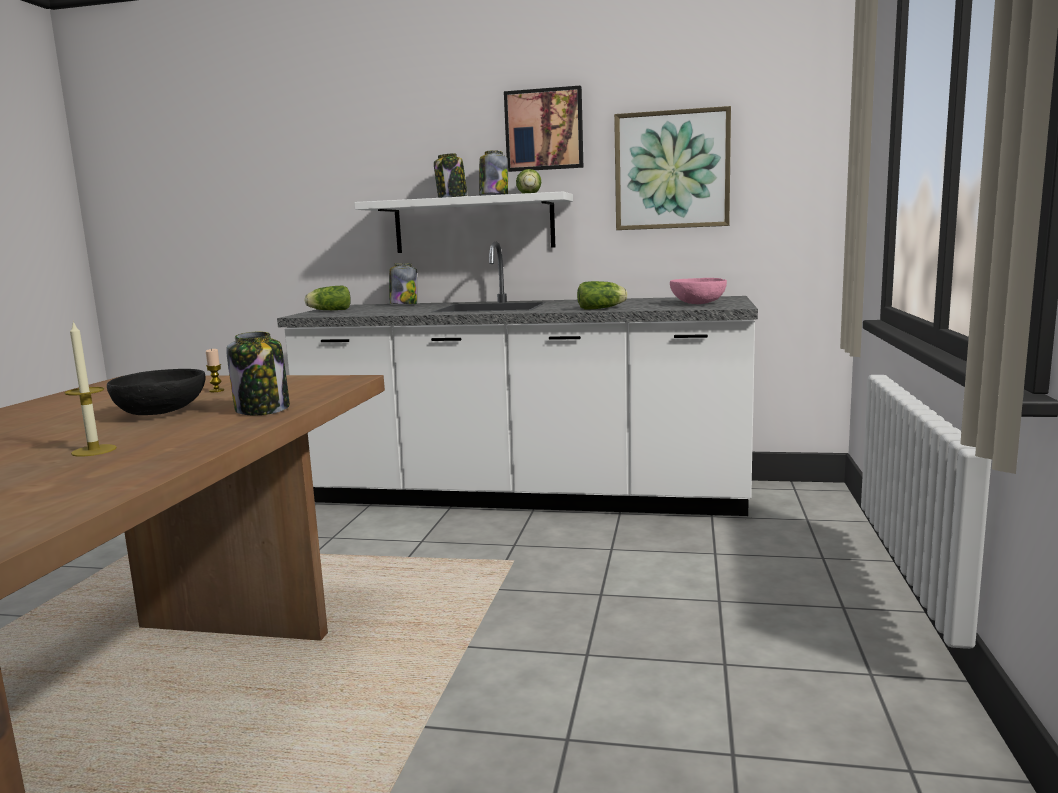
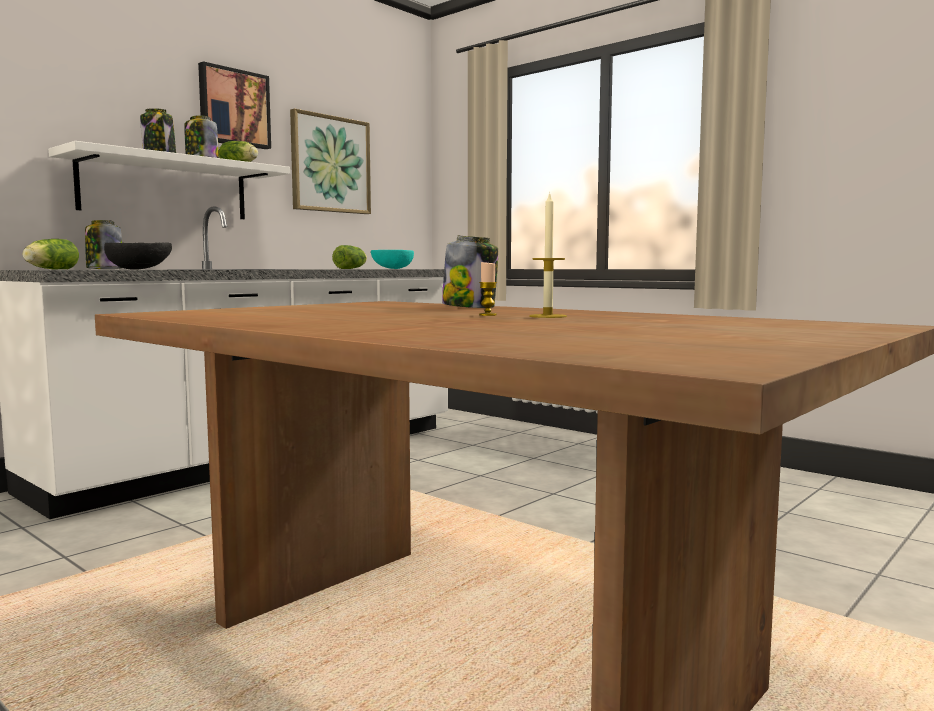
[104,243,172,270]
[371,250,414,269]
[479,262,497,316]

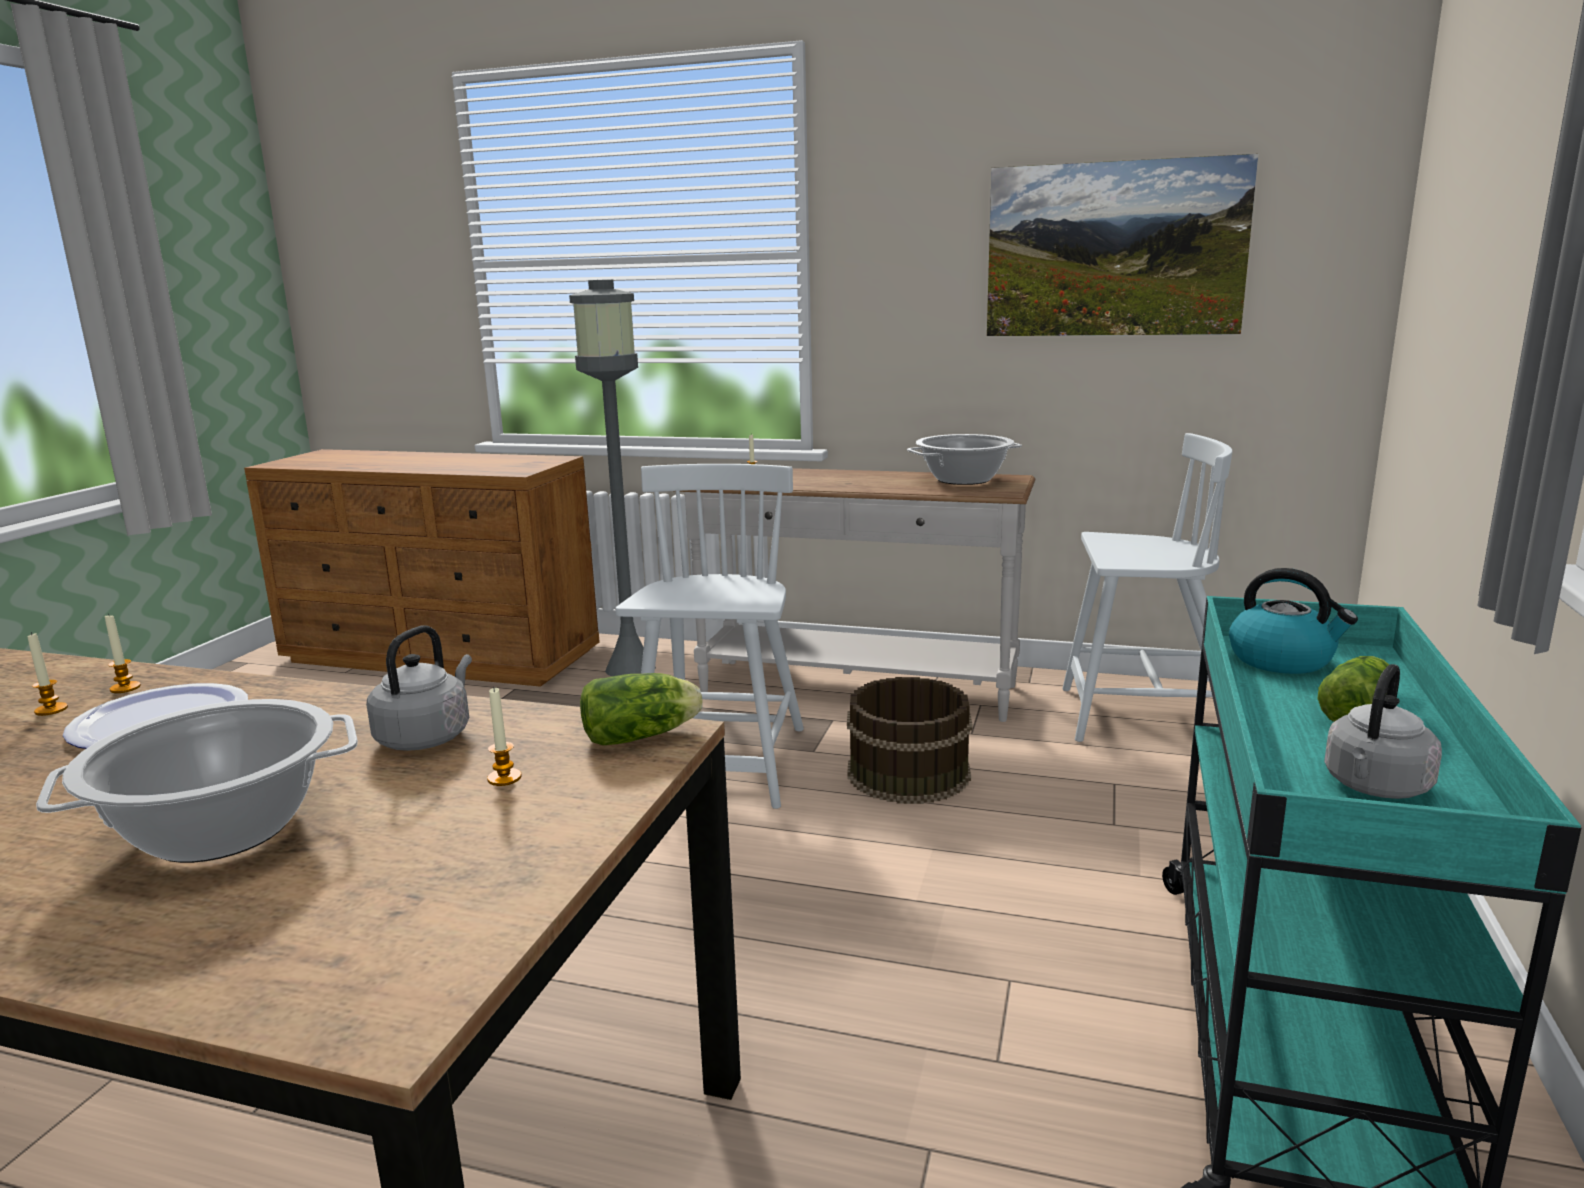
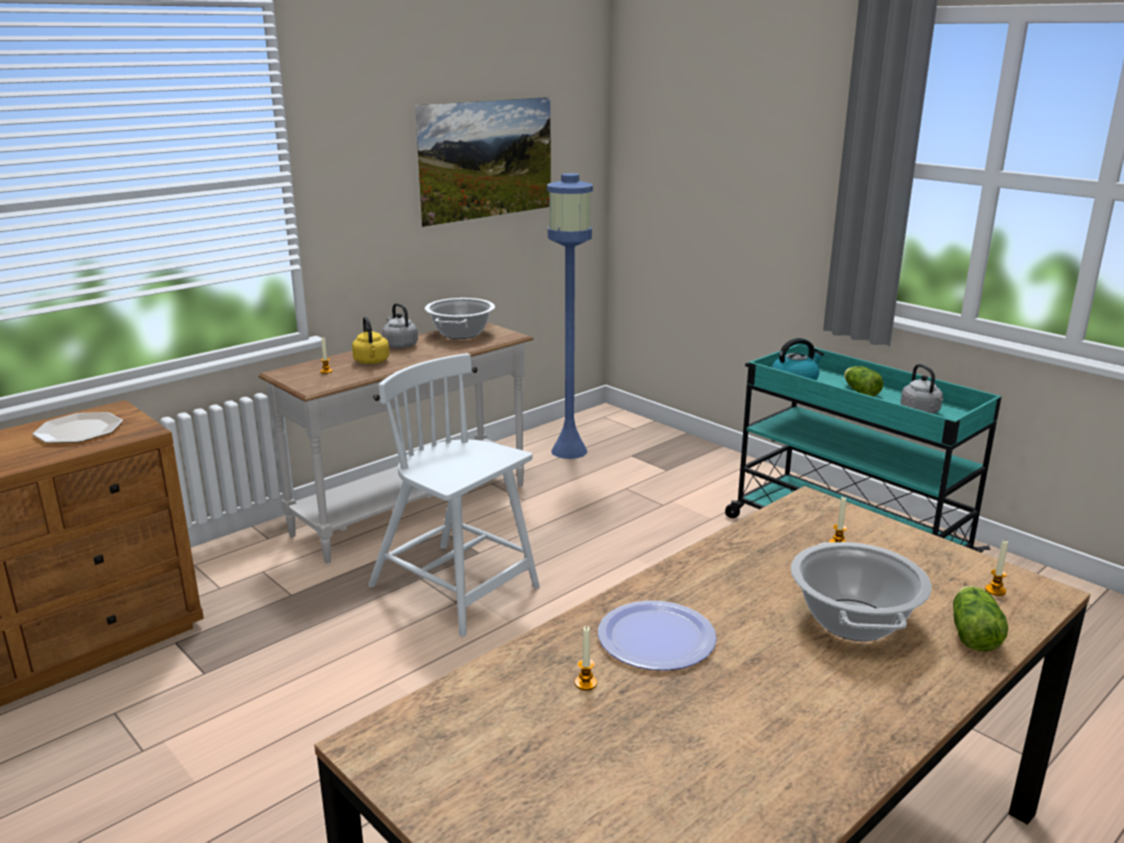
[32,412,123,443]
[352,317,390,364]
[382,303,418,348]
[547,173,593,459]
[953,586,1008,652]
[985,540,1008,596]
[569,280,656,676] (first image)
[847,677,972,804] (first image)

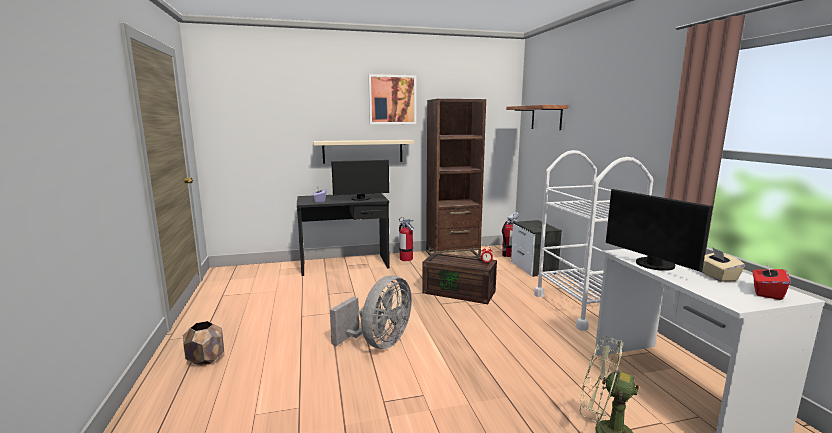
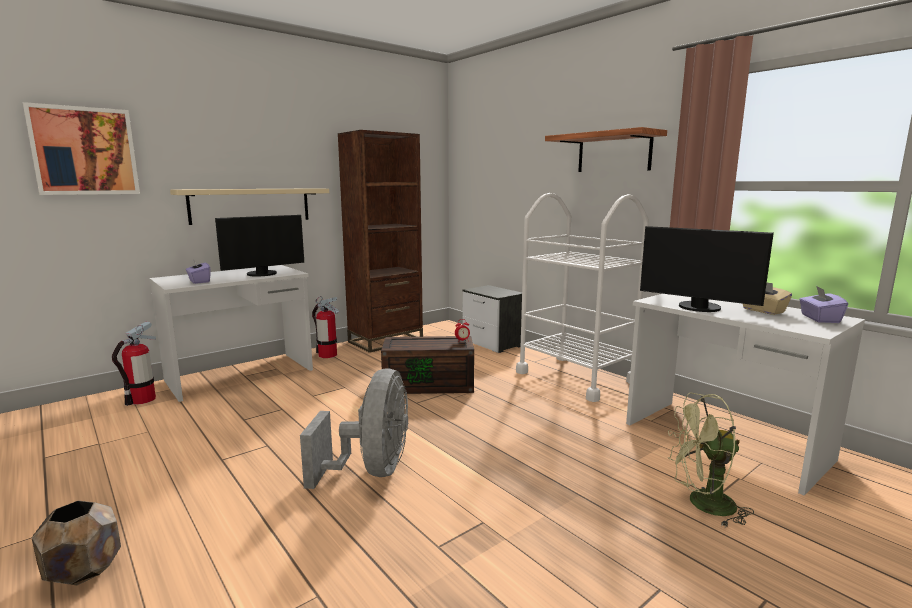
[23,102,140,195]
[112,322,156,406]
[149,265,313,402]
[545,127,667,172]
[799,287,848,323]

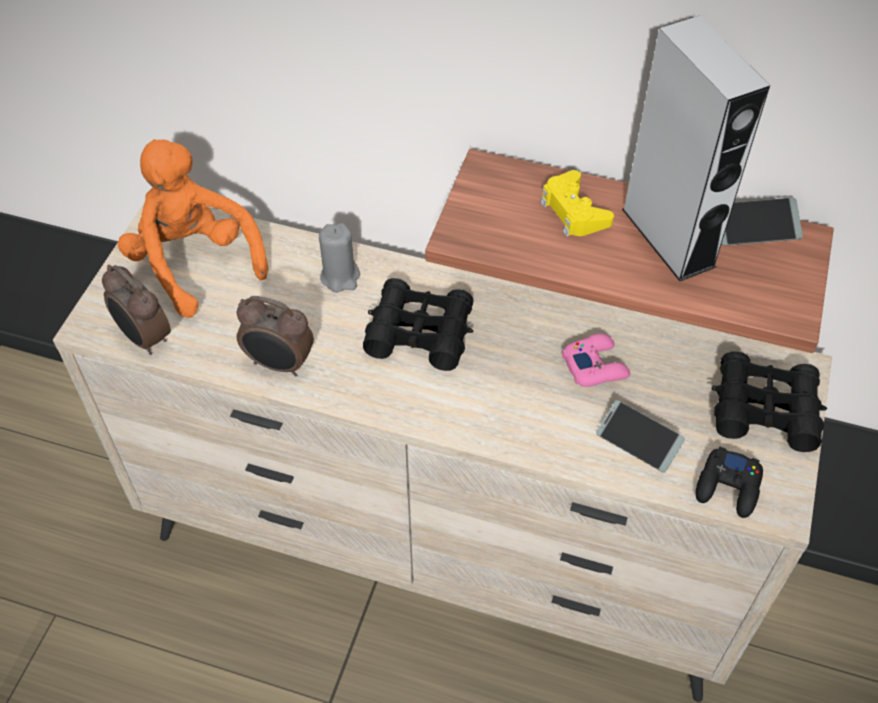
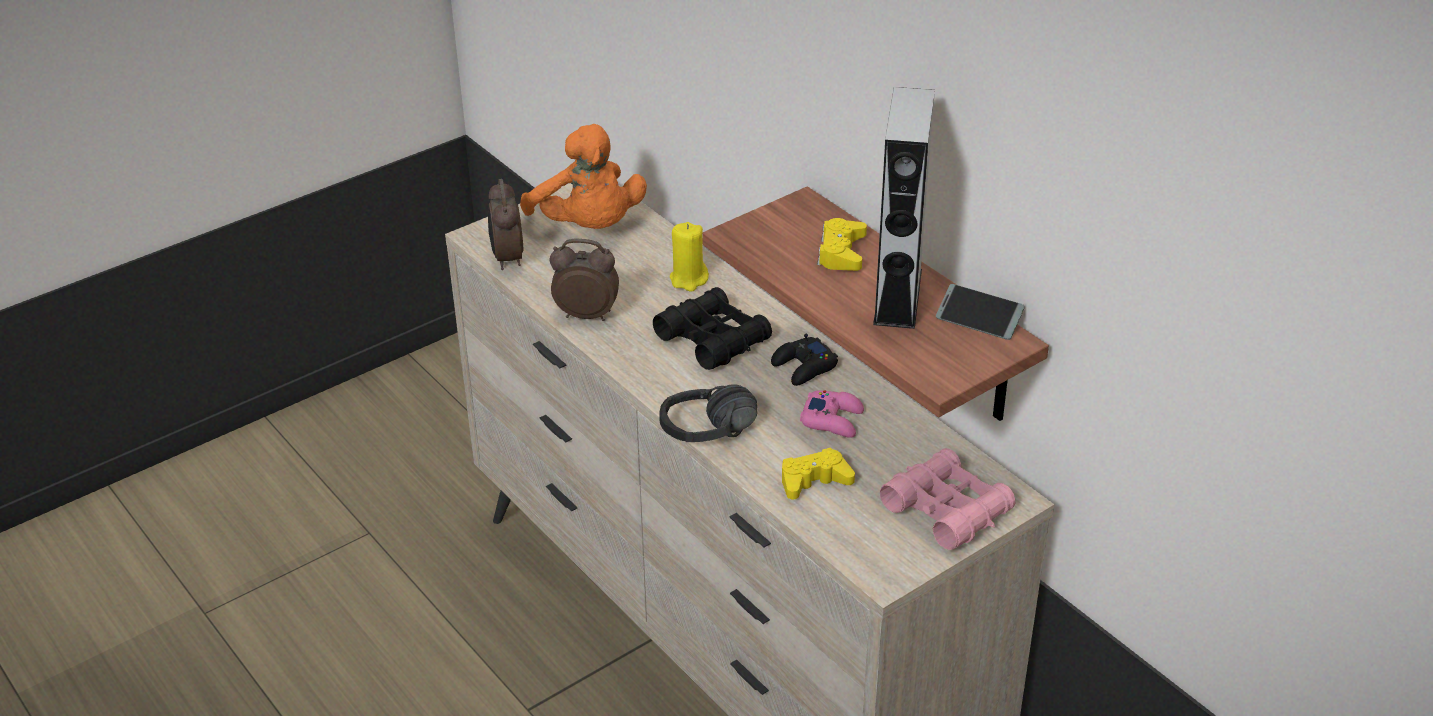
[520,124,647,229]
[550,239,619,321]
[659,384,757,442]
[670,222,709,292]
[771,334,838,386]
[782,448,855,499]
[880,448,1015,550]

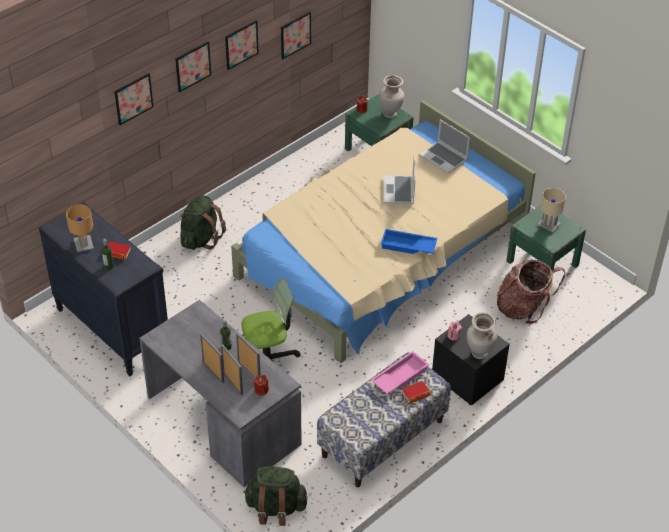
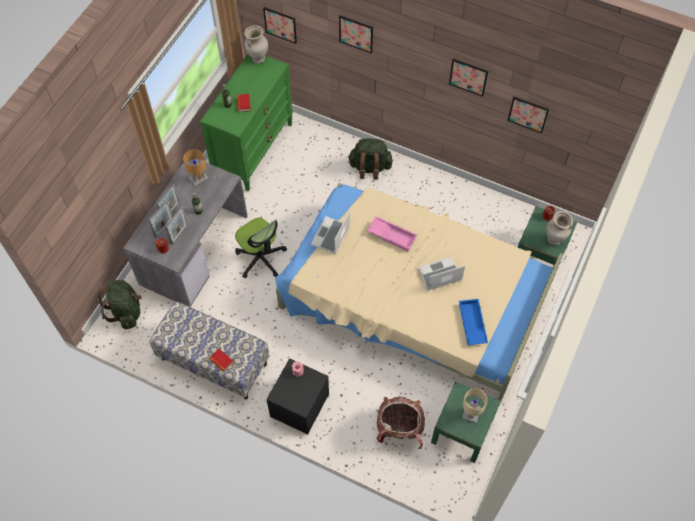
[183,149,209,186]
[200,54,293,191]
[244,25,268,64]
[263,7,297,44]
[311,211,350,254]
[367,216,417,251]
[459,299,488,345]

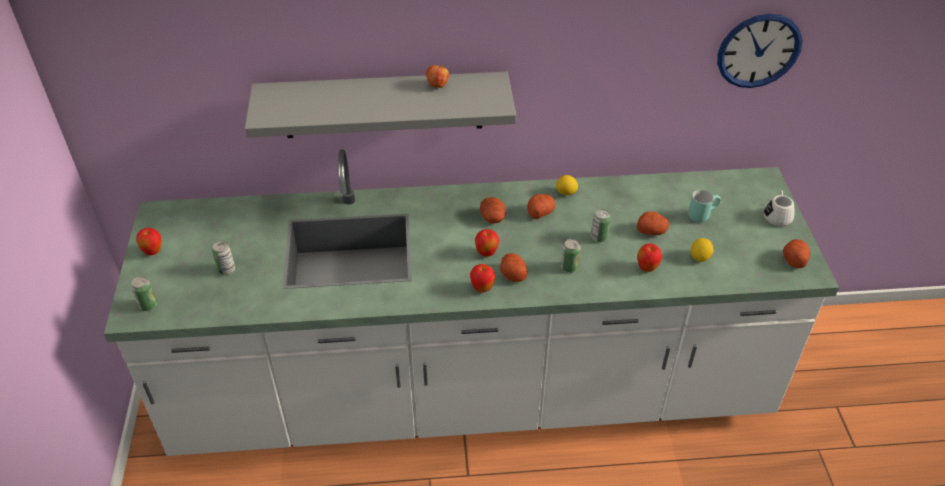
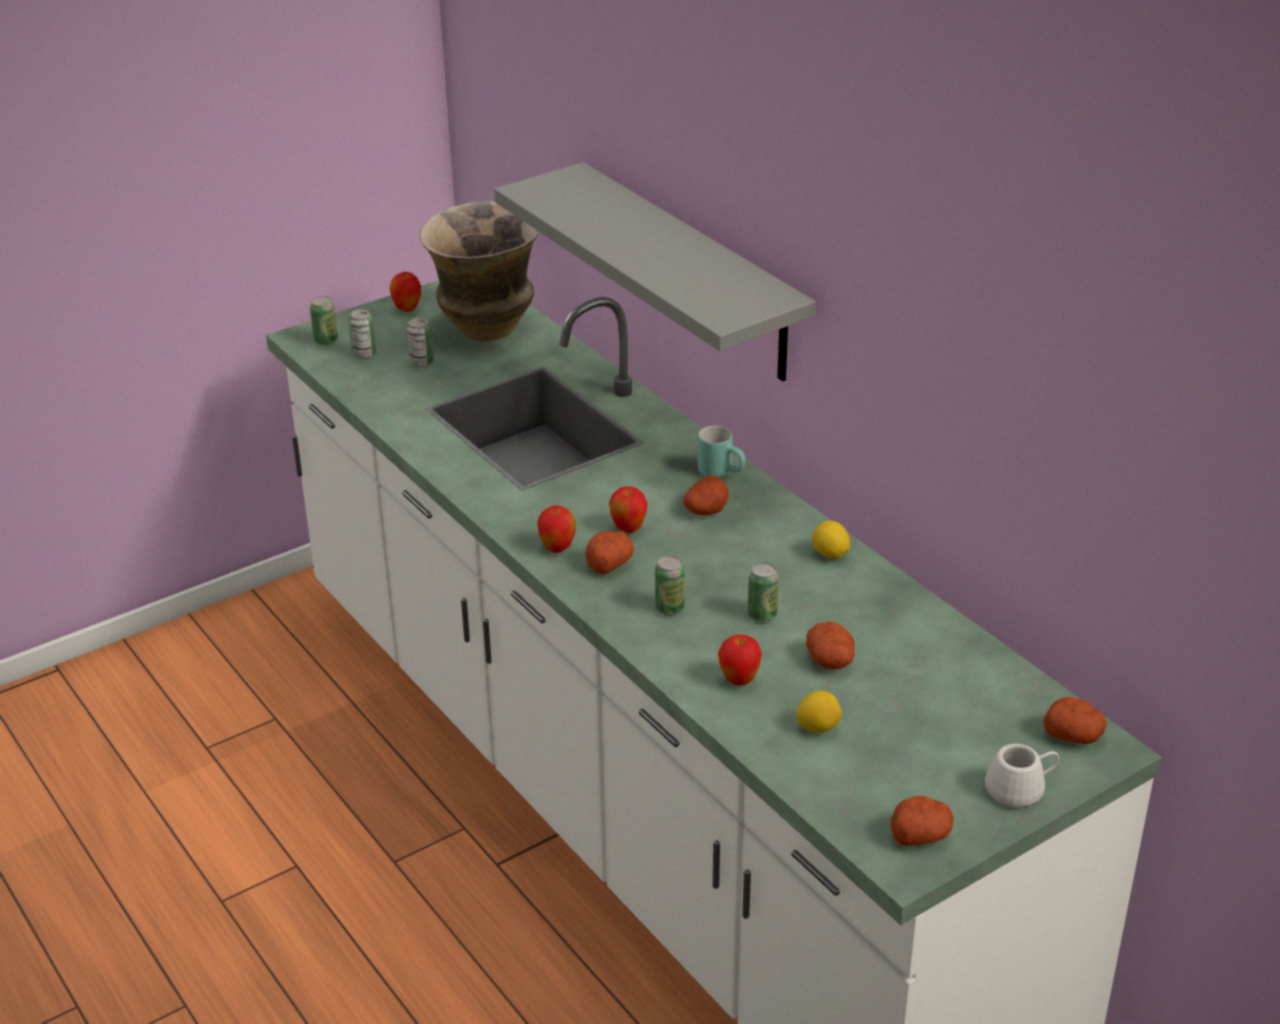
[349,309,377,359]
[419,201,539,342]
[698,426,745,477]
[1044,697,1107,744]
[426,64,449,88] (first image)
[717,14,802,88] (first image)

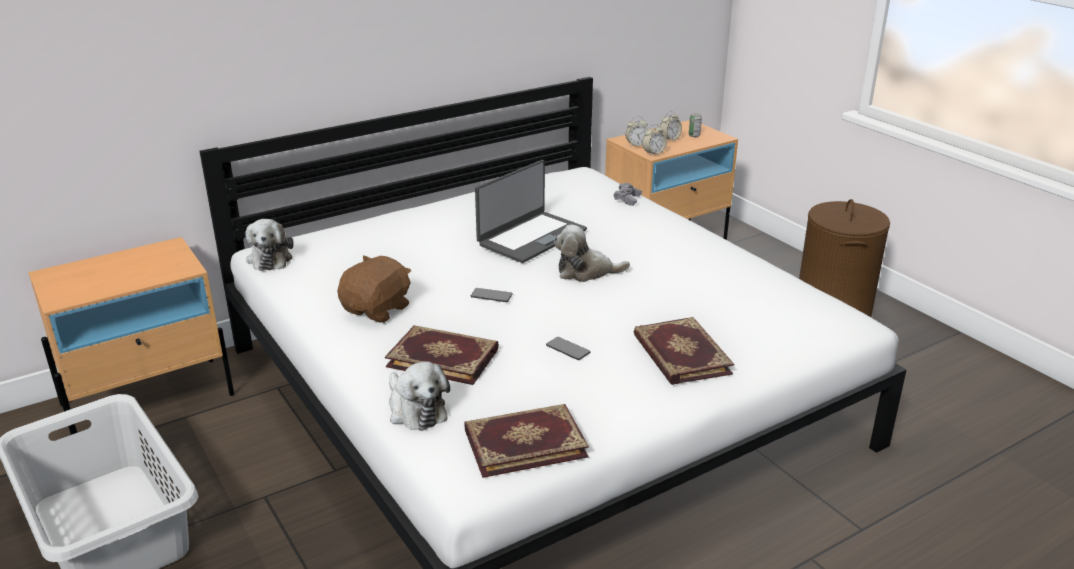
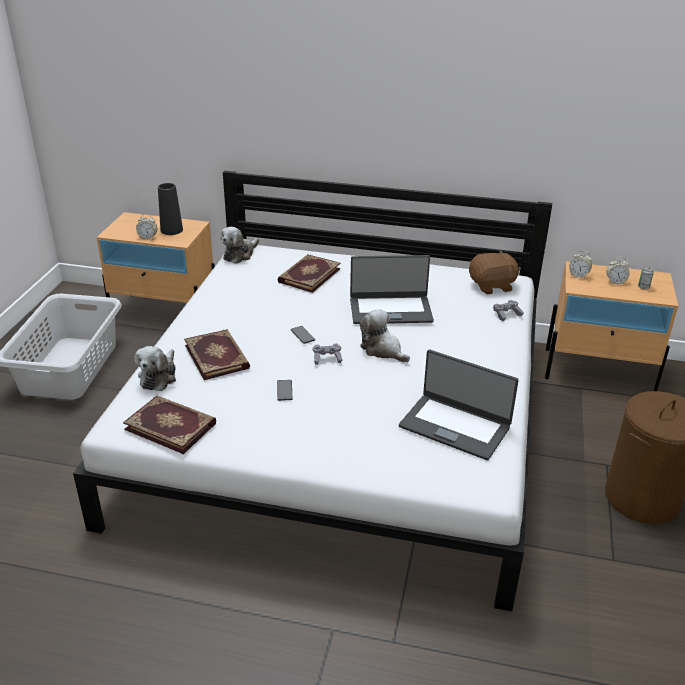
[136,214,157,239]
[158,183,183,235]
[278,254,340,293]
[312,344,343,365]
[399,350,519,460]
[469,250,520,295]

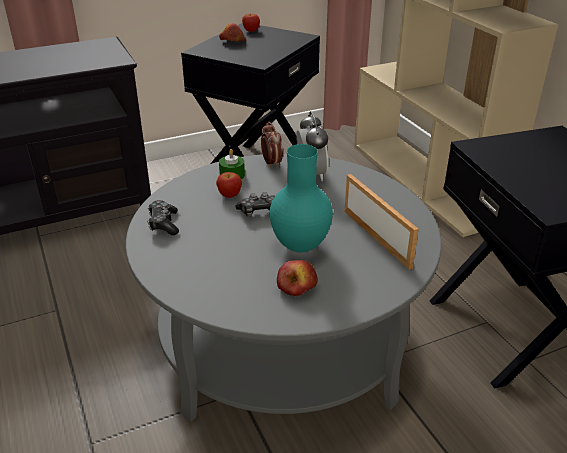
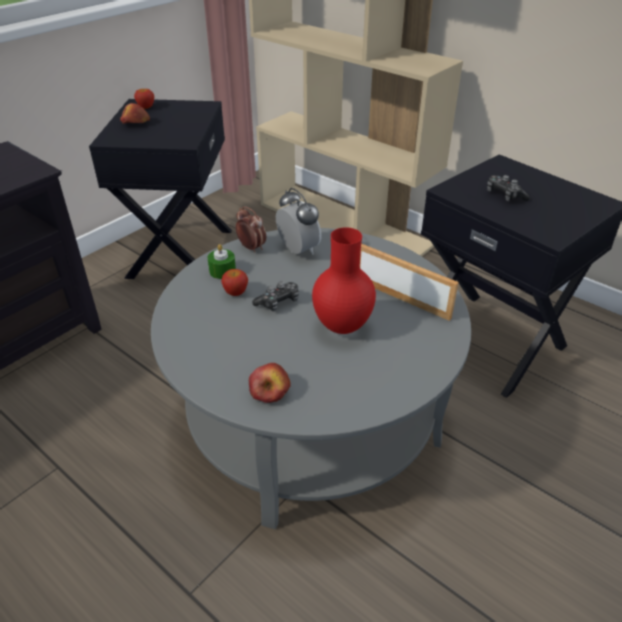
[249,363,291,403]
[312,227,376,334]
[487,175,530,201]

